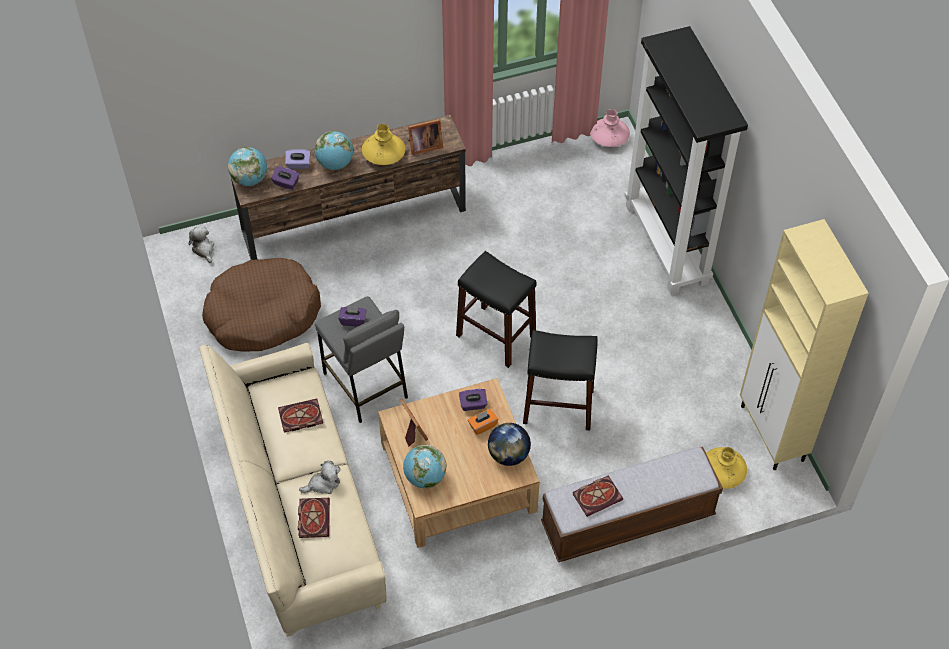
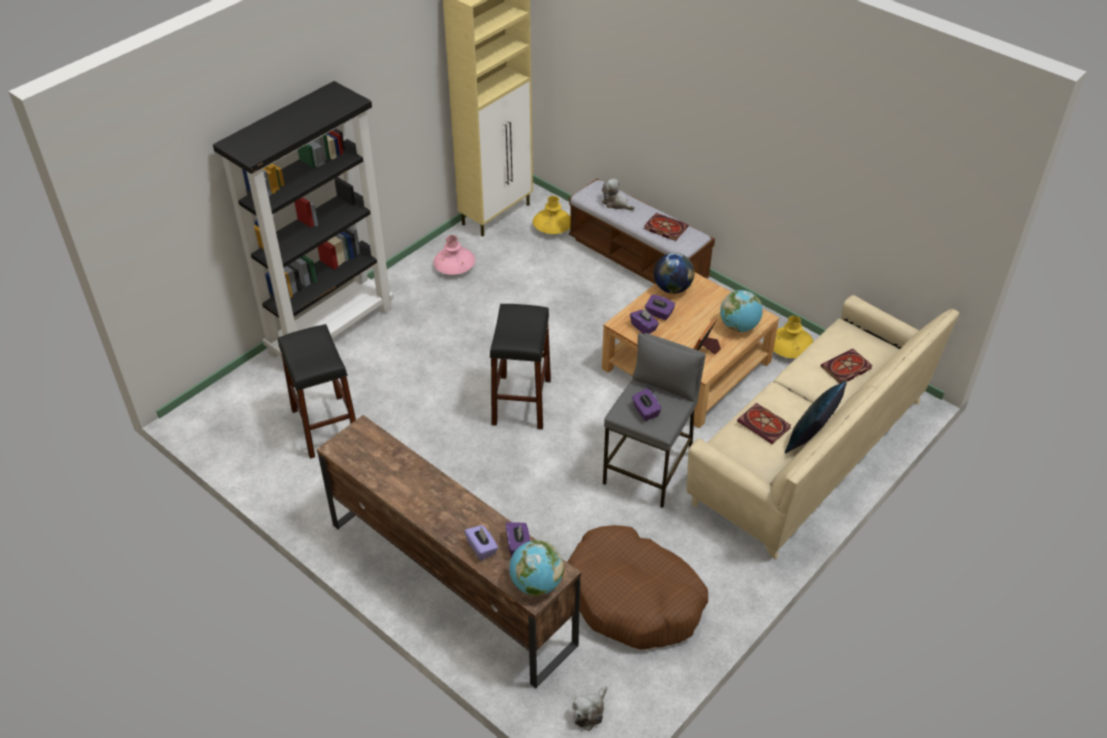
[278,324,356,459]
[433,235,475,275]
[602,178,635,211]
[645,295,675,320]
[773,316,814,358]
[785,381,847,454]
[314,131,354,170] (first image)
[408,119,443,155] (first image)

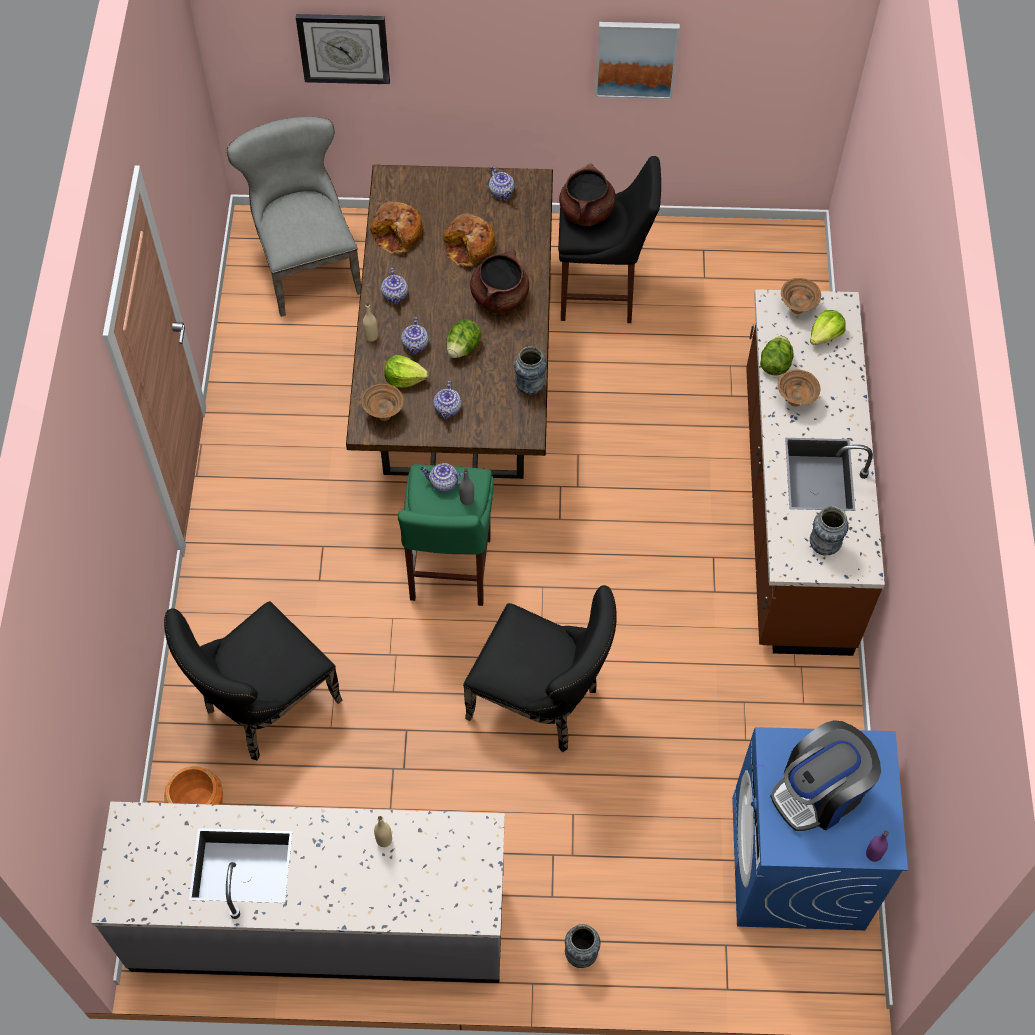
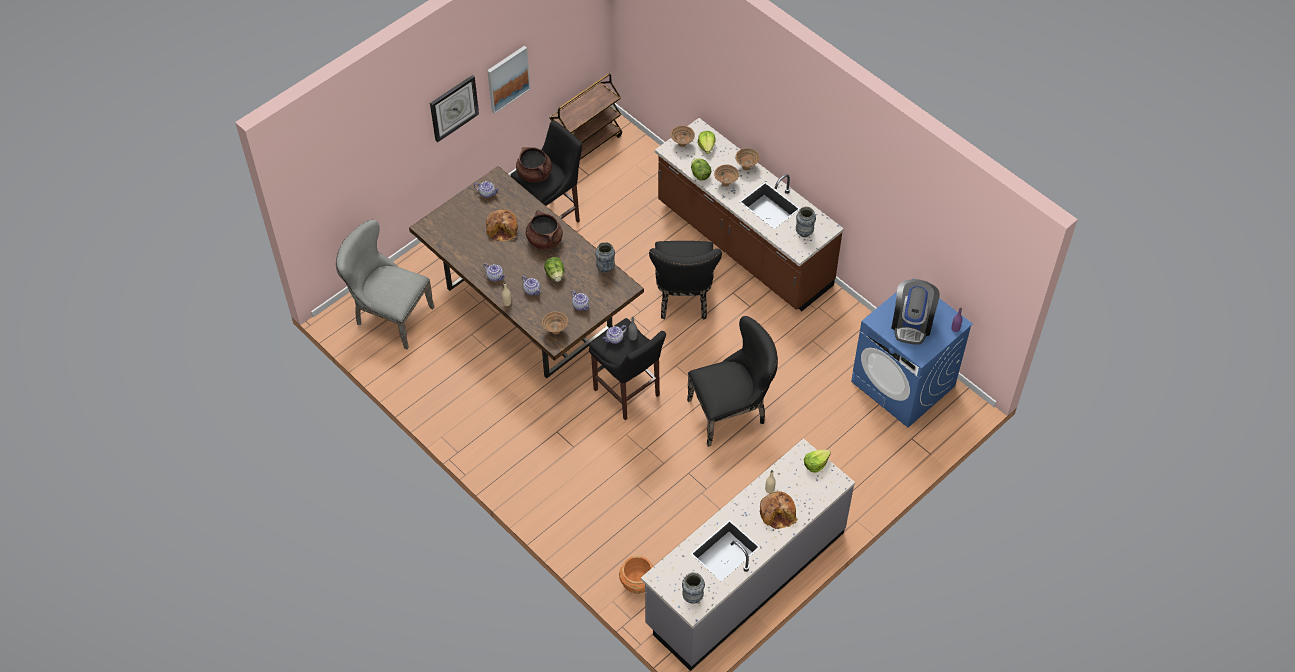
[430,75,479,142]
[549,74,622,160]
[589,318,666,420]
[649,241,722,320]
[682,572,705,604]
[735,148,759,170]
[760,491,798,529]
[804,450,831,473]

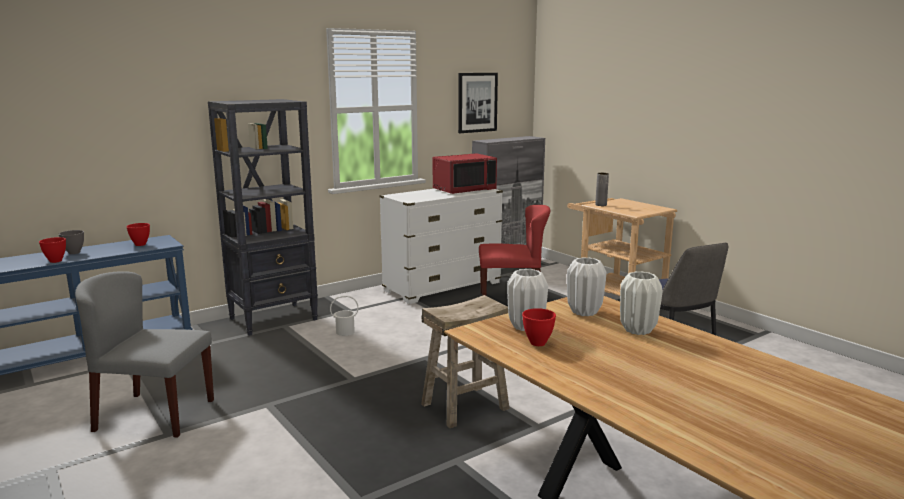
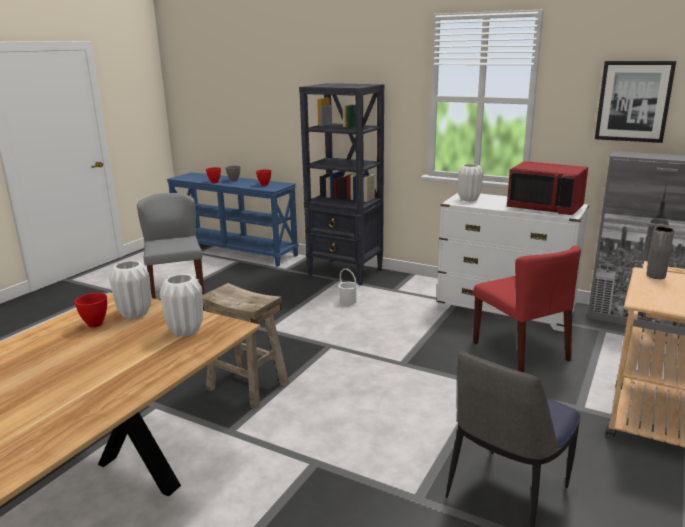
[458,164,483,202]

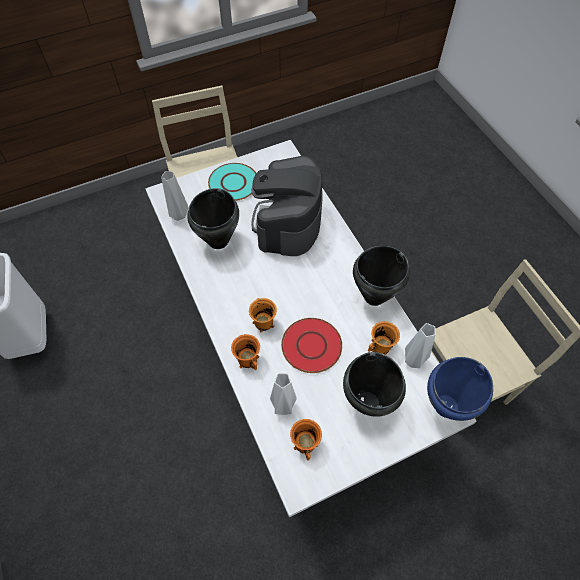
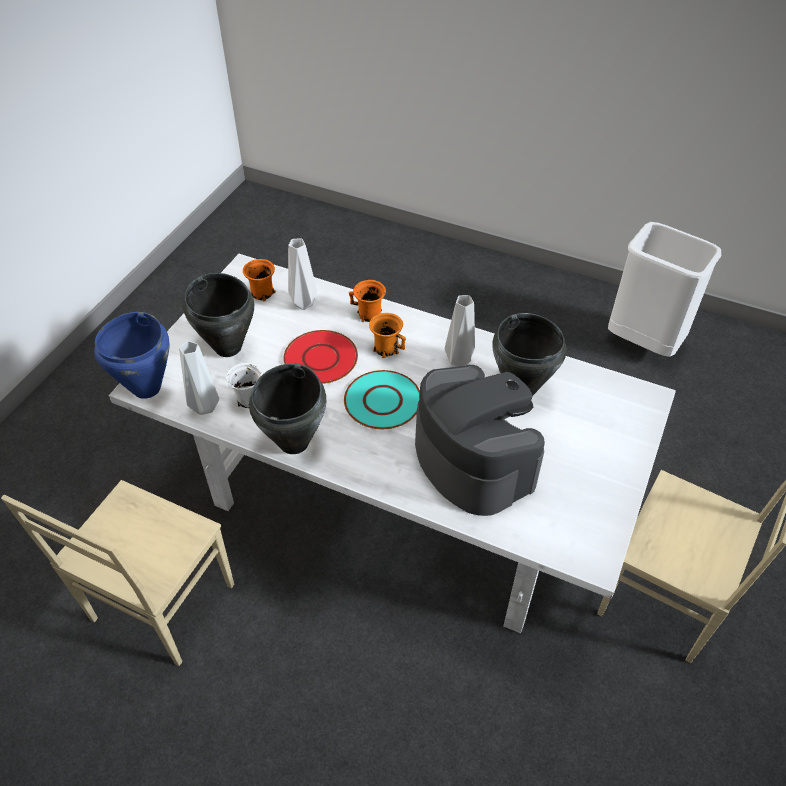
[226,363,262,408]
[344,370,420,429]
[445,295,475,367]

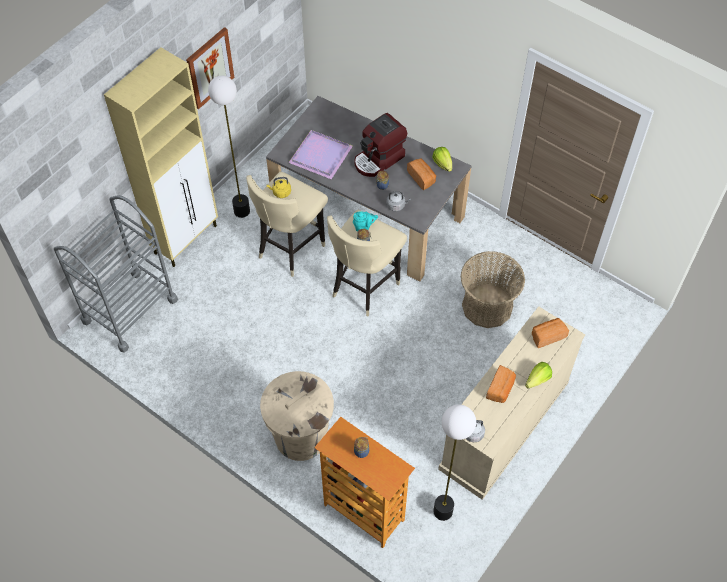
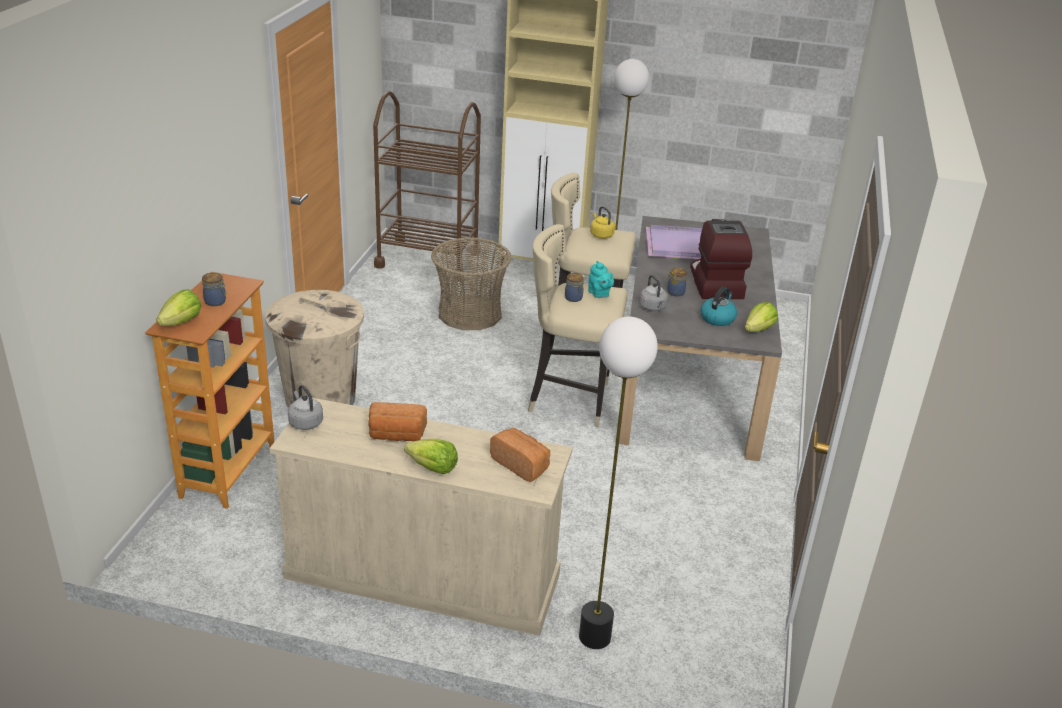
[156,289,201,326]
[373,91,481,282]
[431,237,512,330]
[579,317,658,649]
[690,219,752,299]
[700,287,737,326]
[186,27,234,109] (first image)

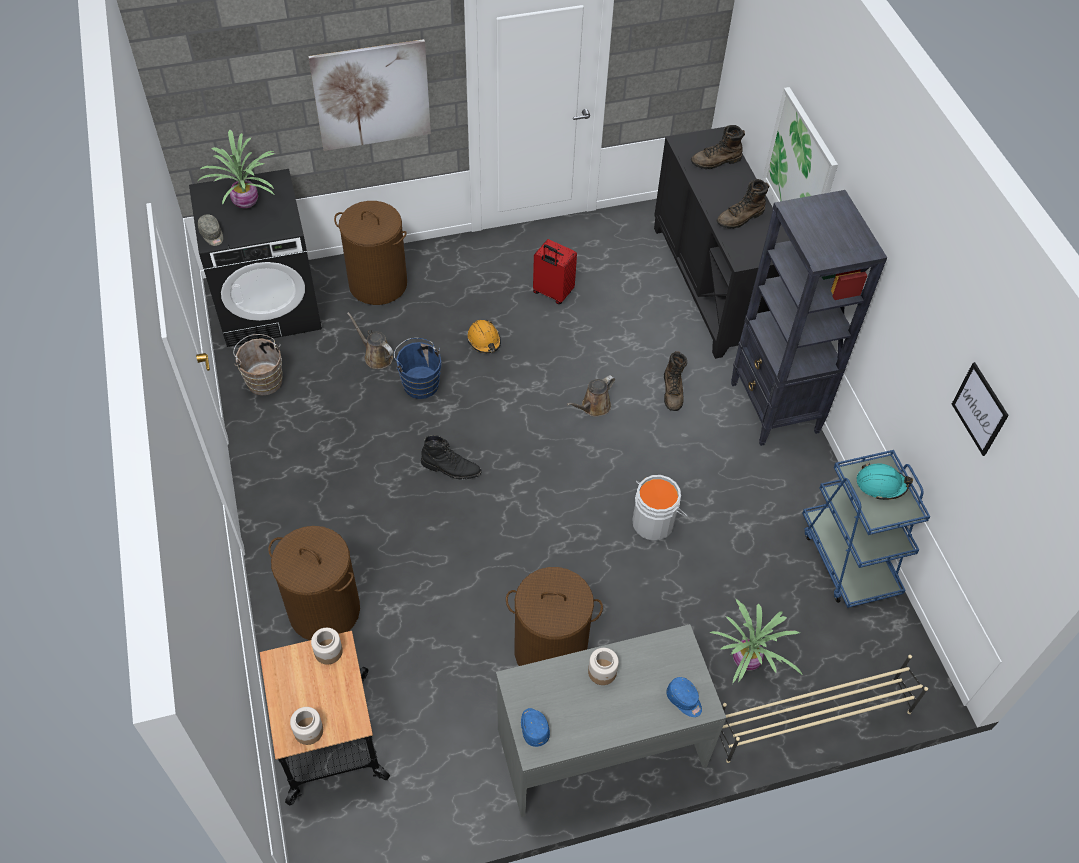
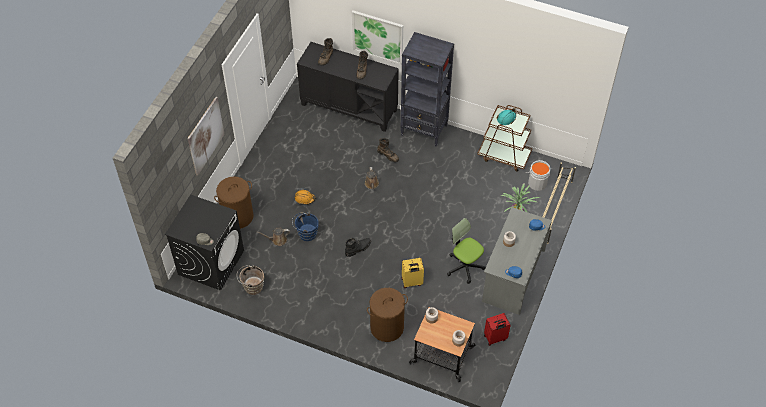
[402,258,424,288]
[447,218,485,284]
[477,105,532,172]
[484,313,510,346]
[526,160,553,191]
[198,130,275,209] (first image)
[952,362,1009,456] (first image)

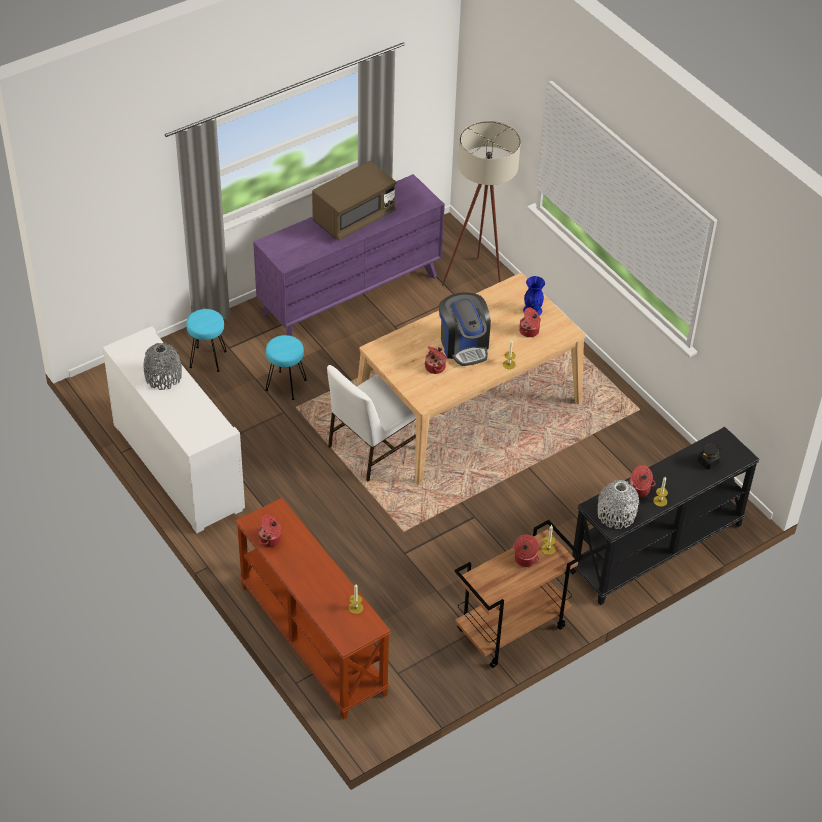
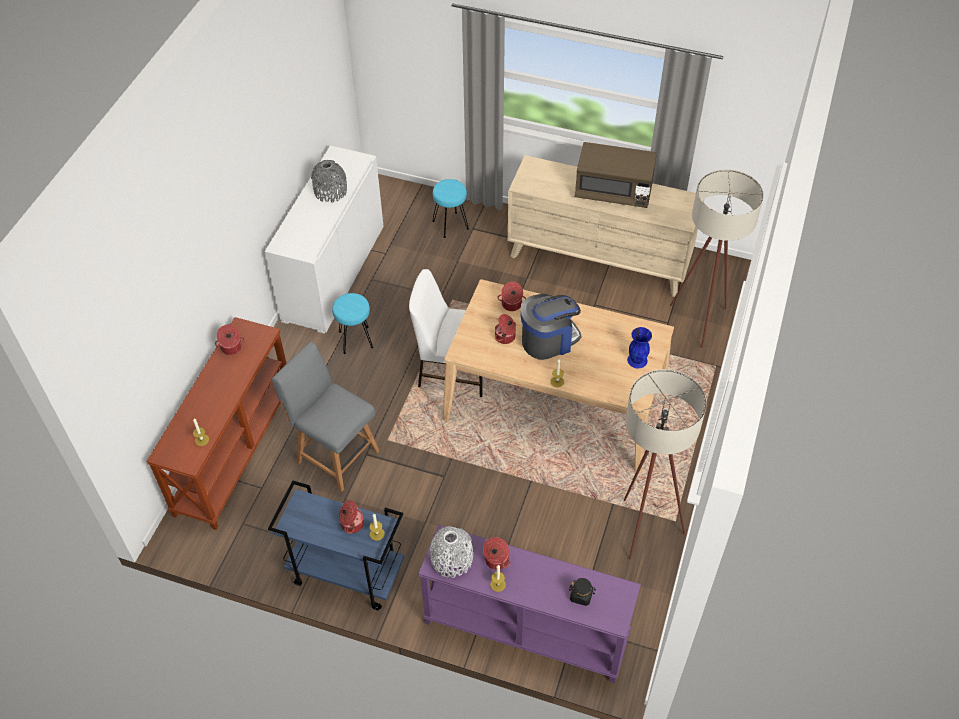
[268,480,404,610]
[272,342,380,492]
[332,293,373,354]
[418,524,641,683]
[498,282,526,311]
[508,155,704,297]
[521,294,581,360]
[624,369,707,560]

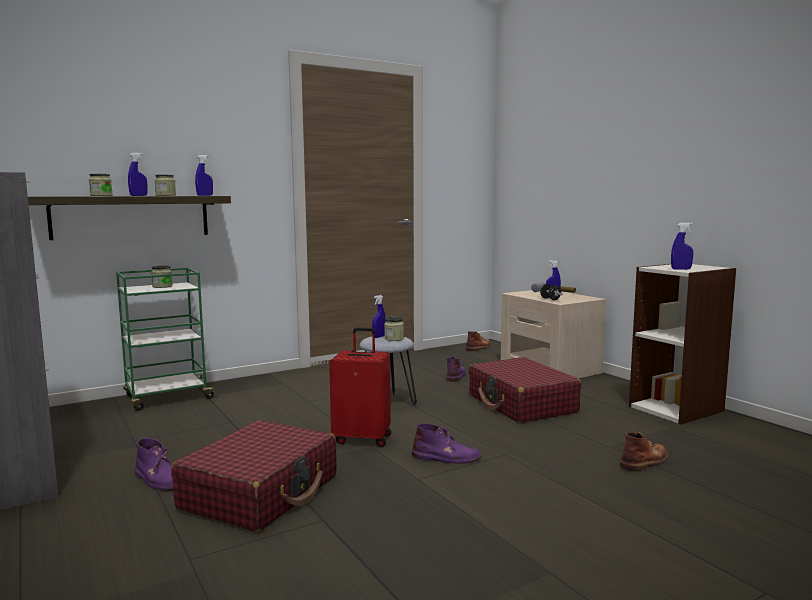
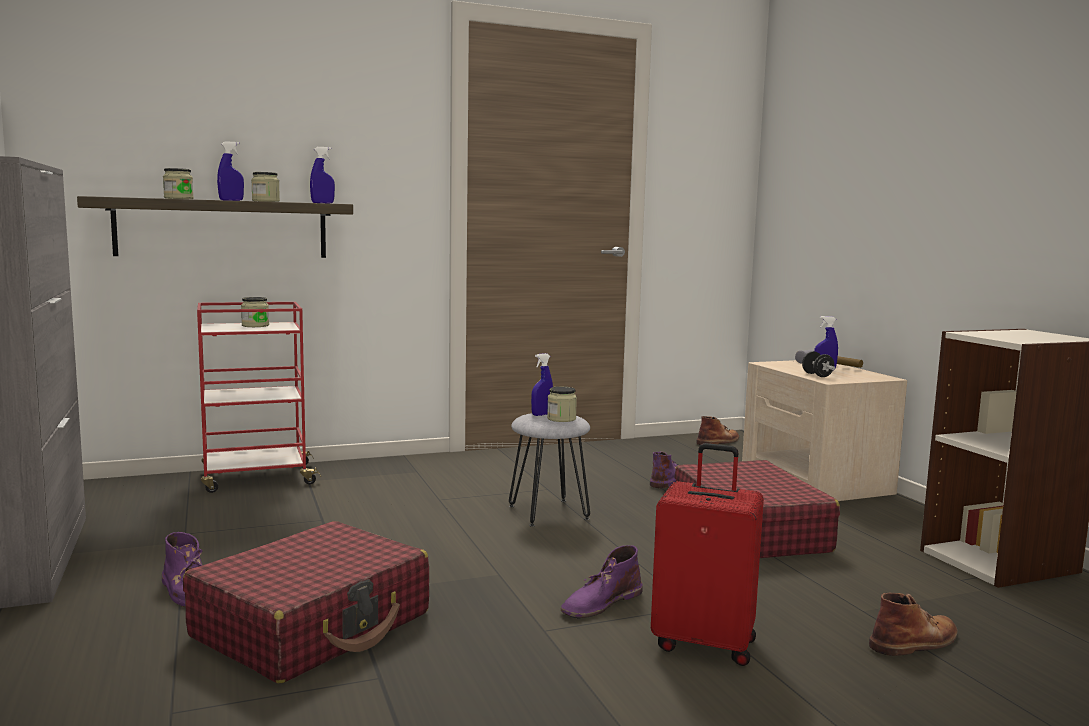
[197,302,321,493]
[561,545,643,619]
[651,443,764,666]
[671,223,693,270] (first image)

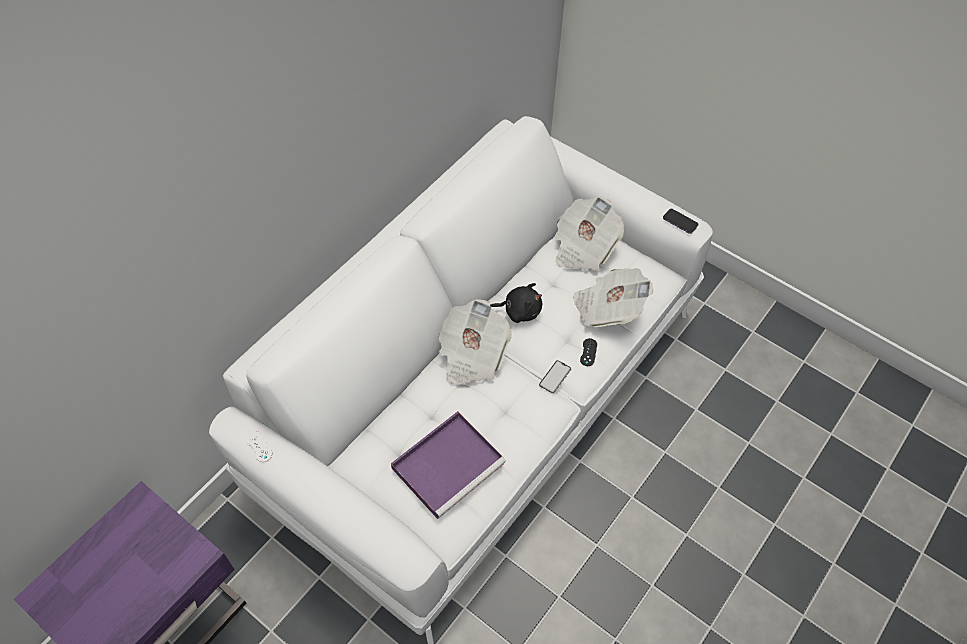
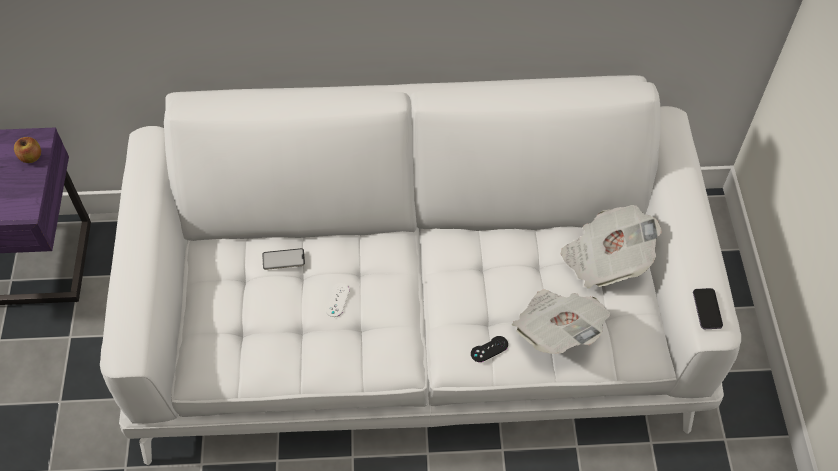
[14,137,41,163]
[262,248,305,270]
[326,283,350,317]
[391,411,506,519] (first image)
[438,299,512,384] (first image)
[490,283,542,323] (first image)

